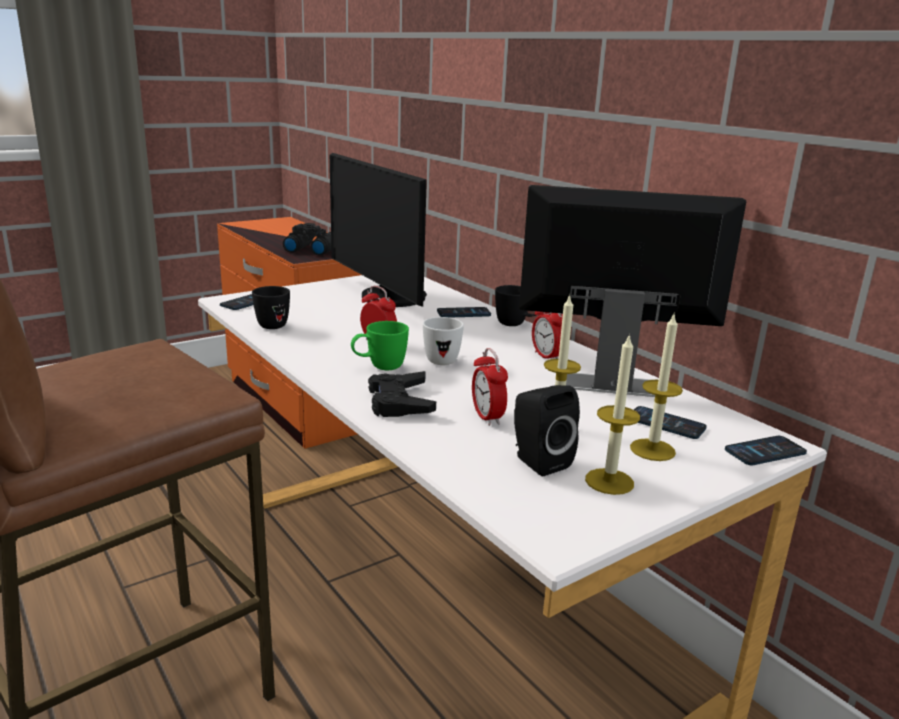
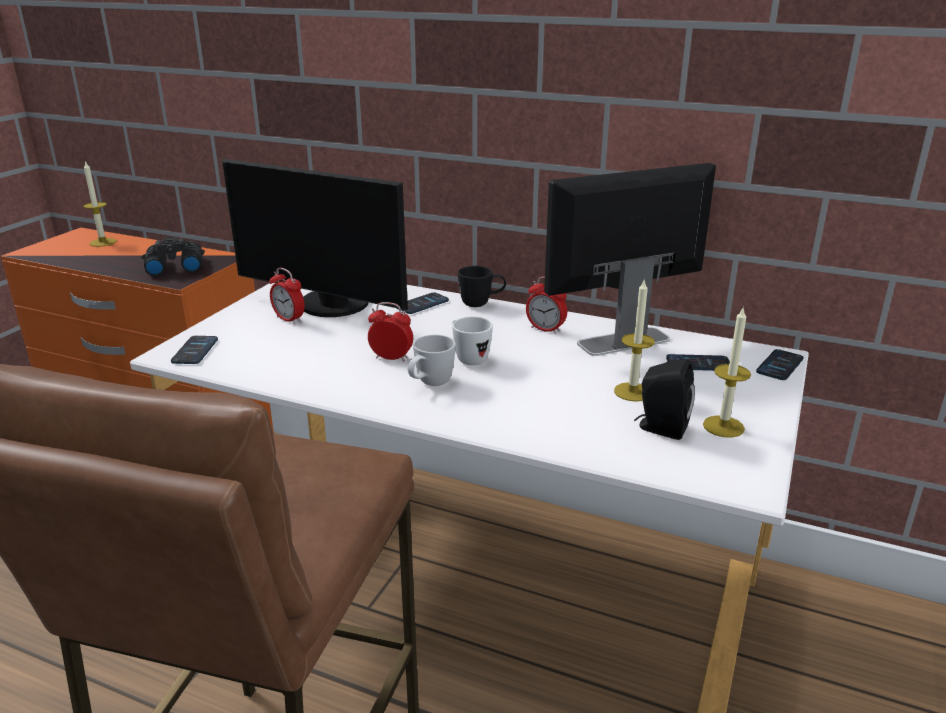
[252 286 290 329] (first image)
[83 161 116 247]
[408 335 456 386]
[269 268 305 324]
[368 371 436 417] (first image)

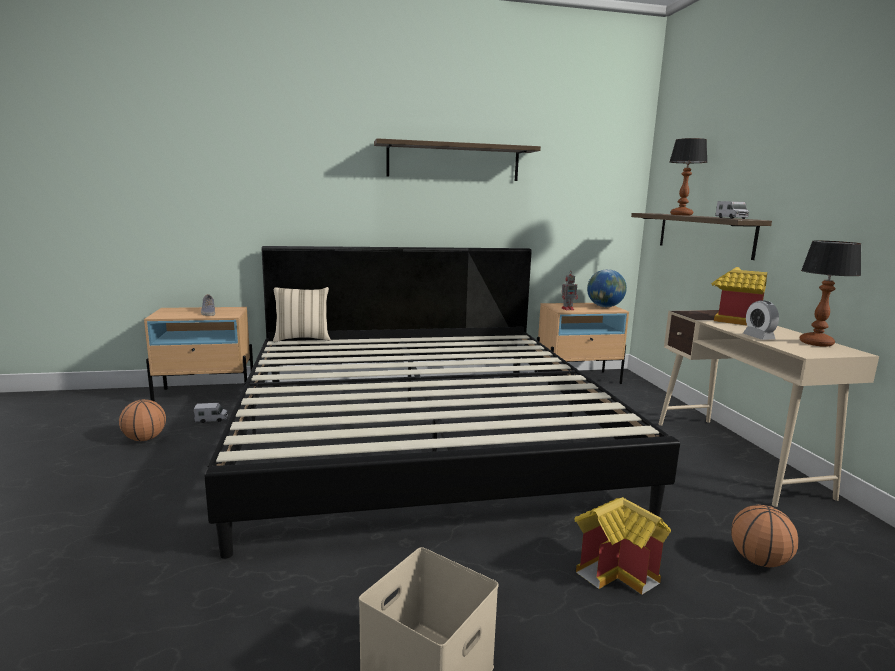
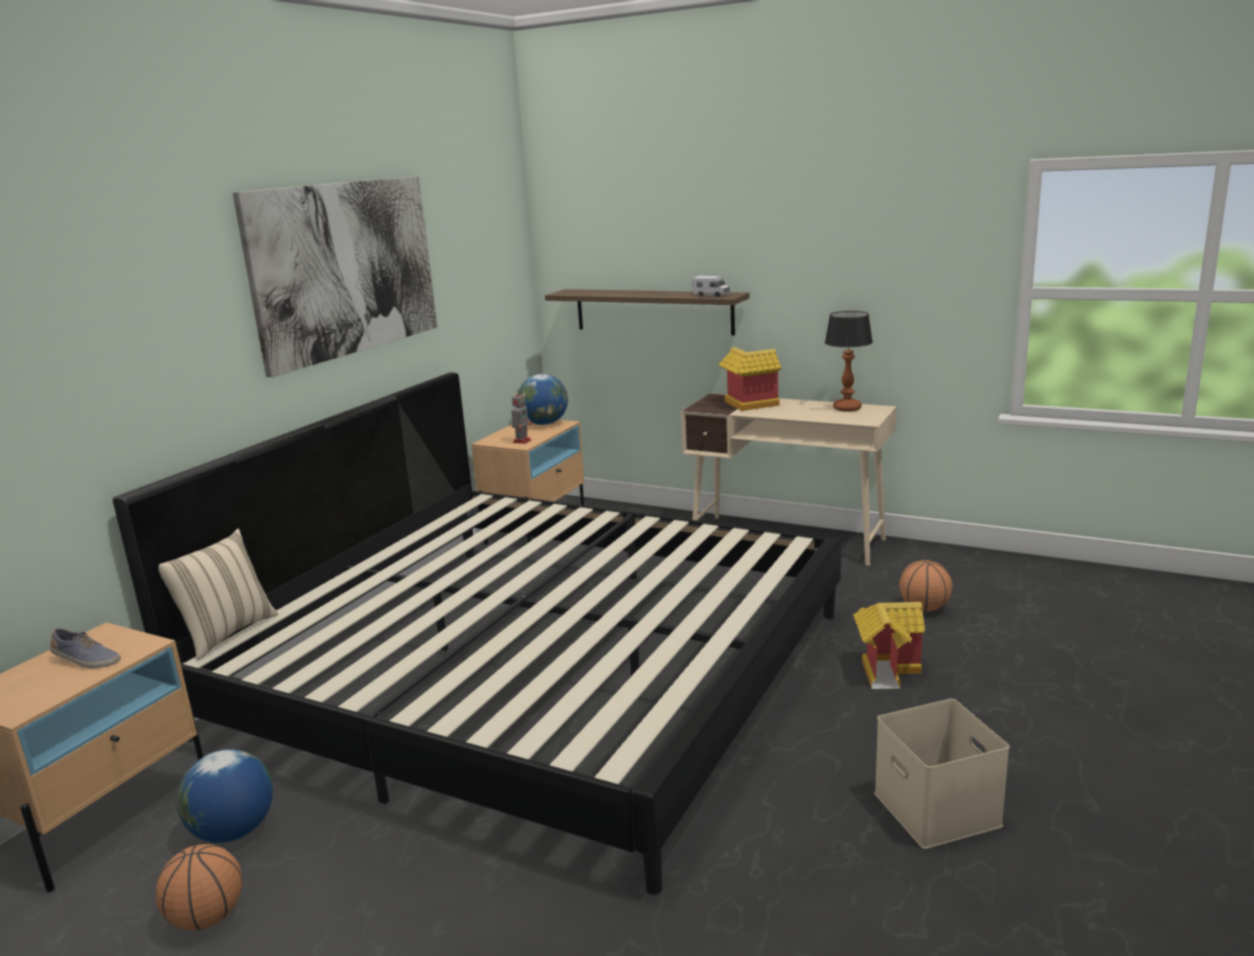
[233 176 437 377]
[670 138 707 216] (first image)
[743 300 779 340] (first image)
[177 749 273 843]

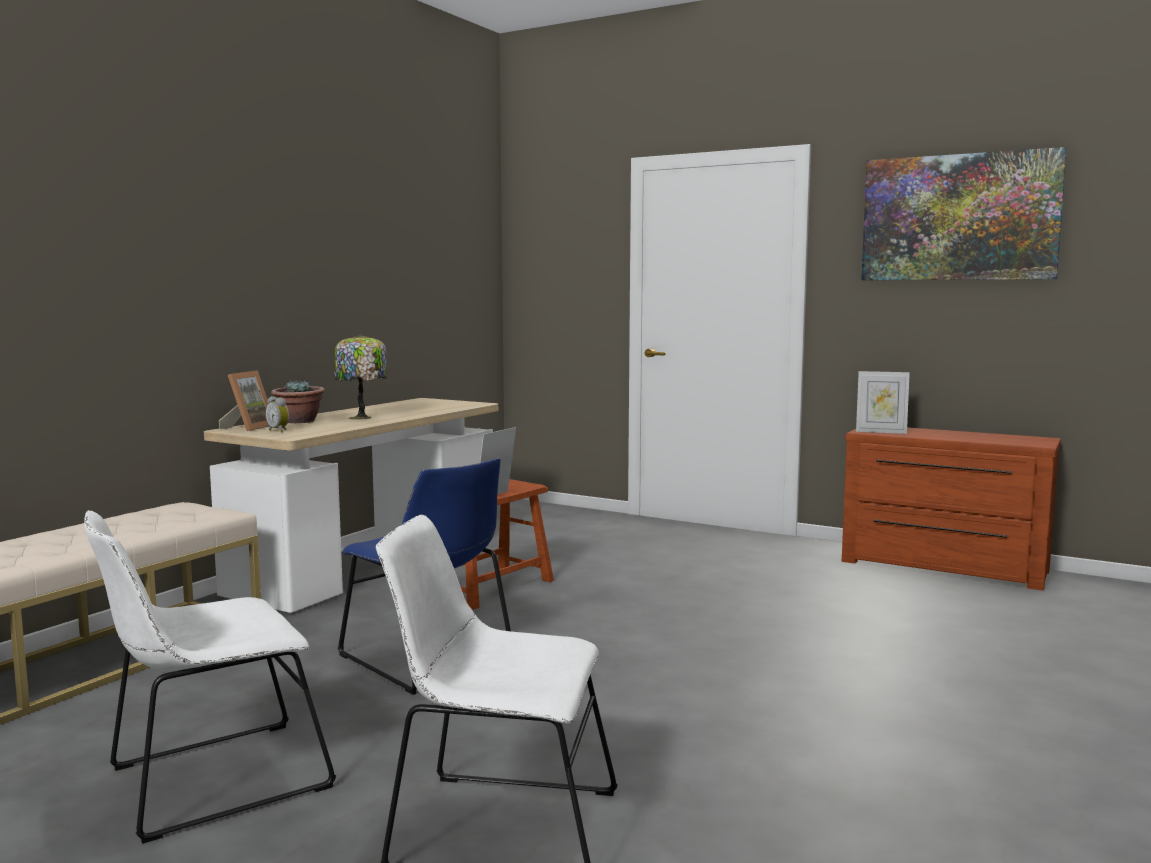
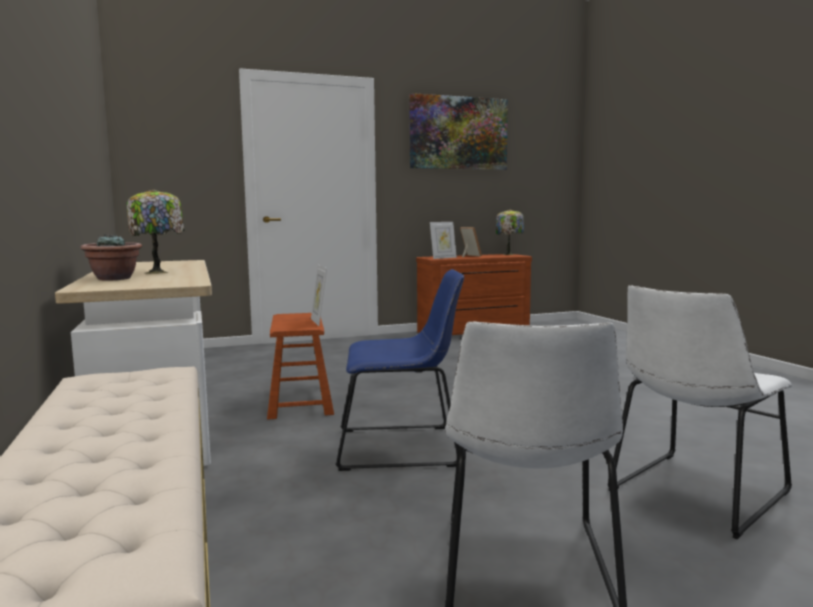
[460 227 482 257]
[265 396 289 432] (first image)
[496 210 524 255]

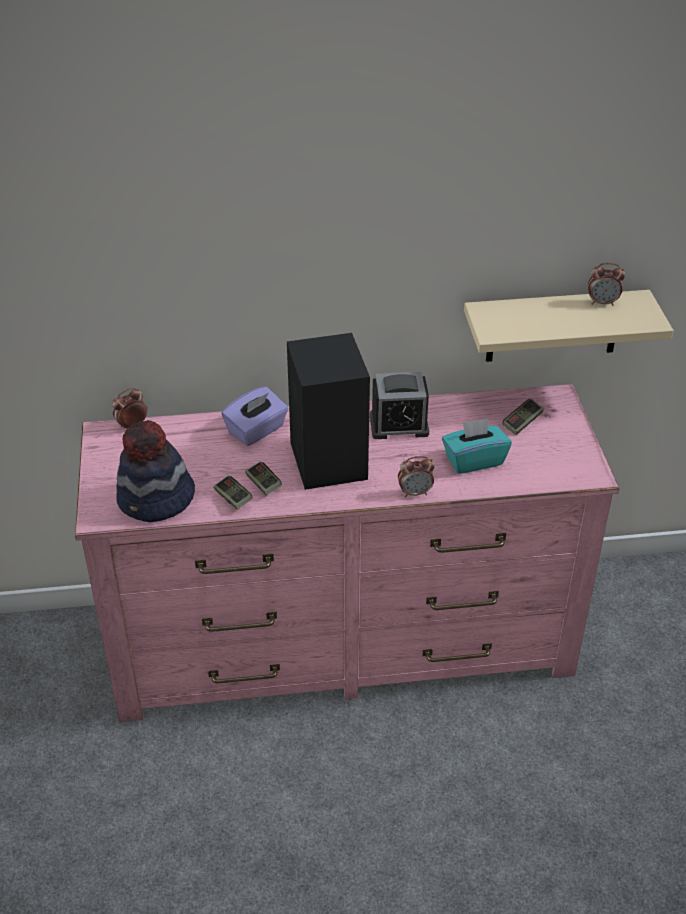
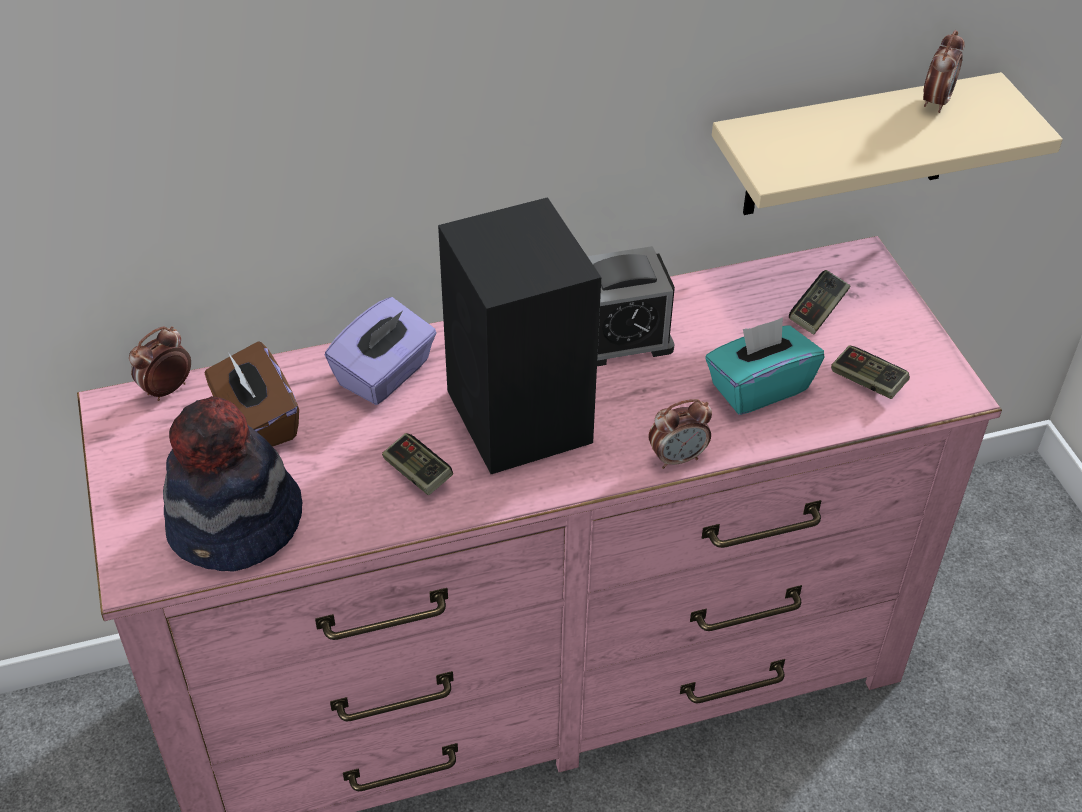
[923 30 965 113]
[831 345 910 399]
[205 341 299 447]

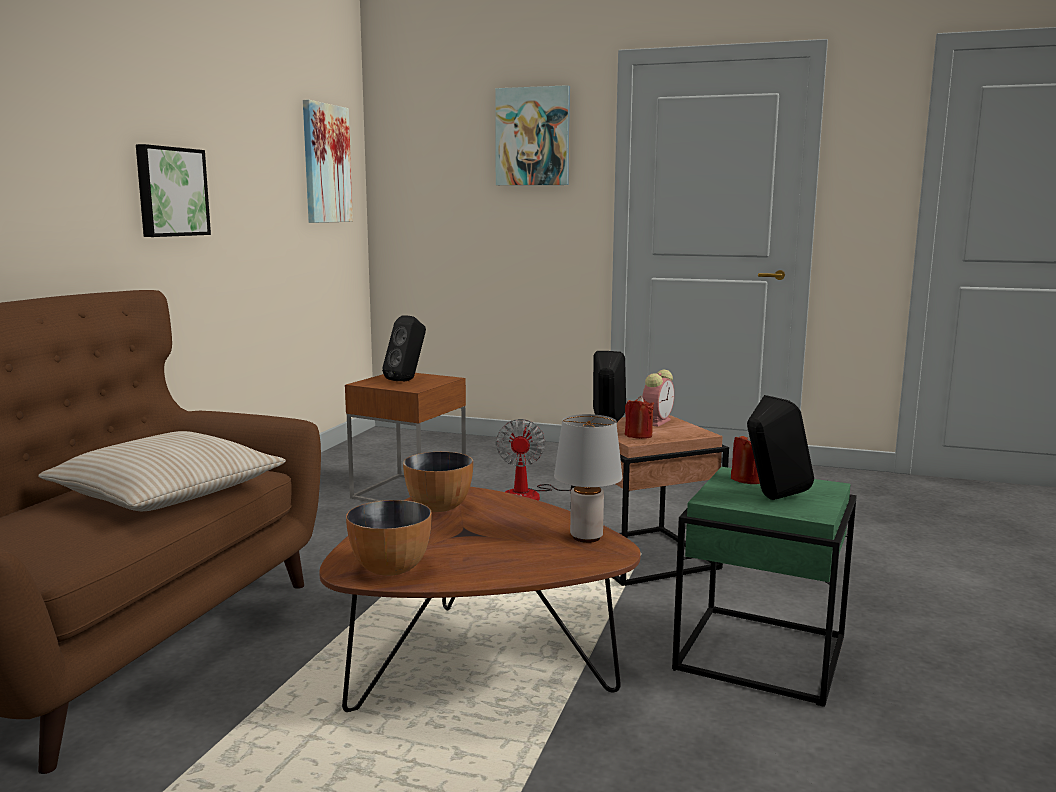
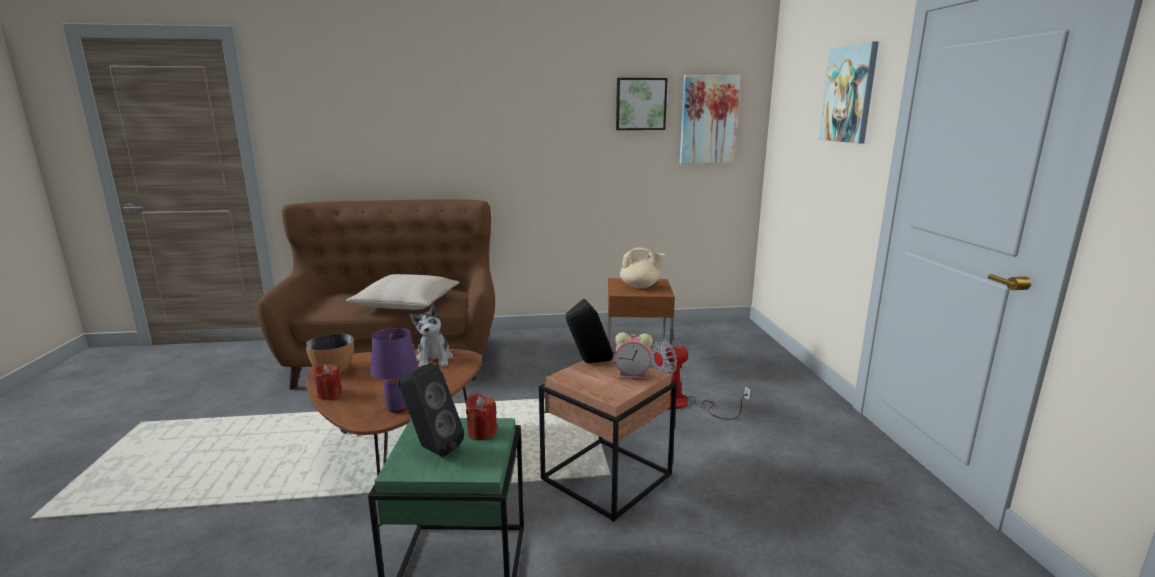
[616 78 668 130]
[620 247 665 288]
[314 364 342 400]
[370 327 418 413]
[410 305 453 367]

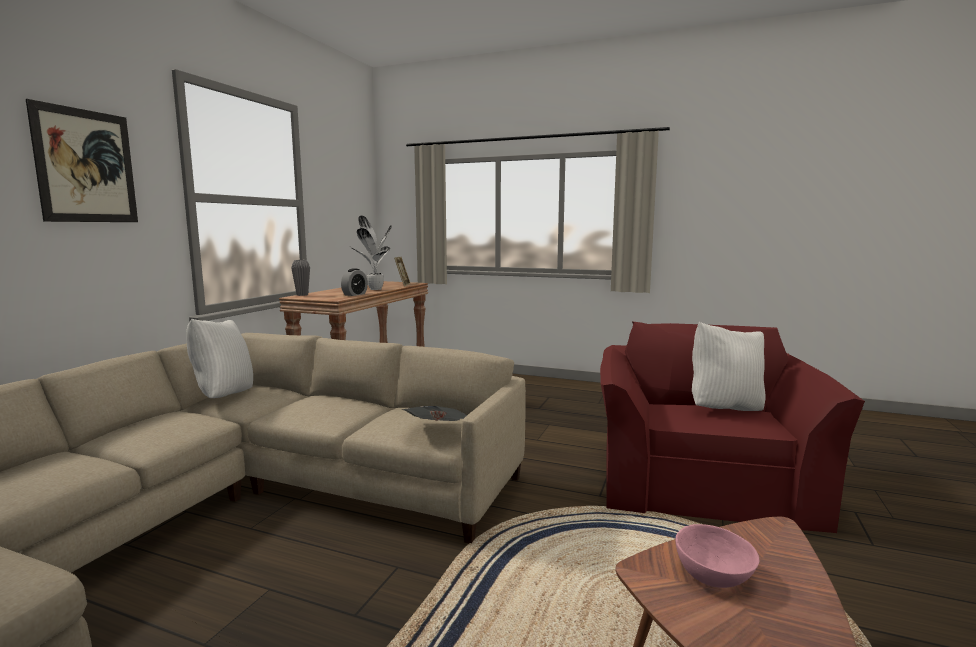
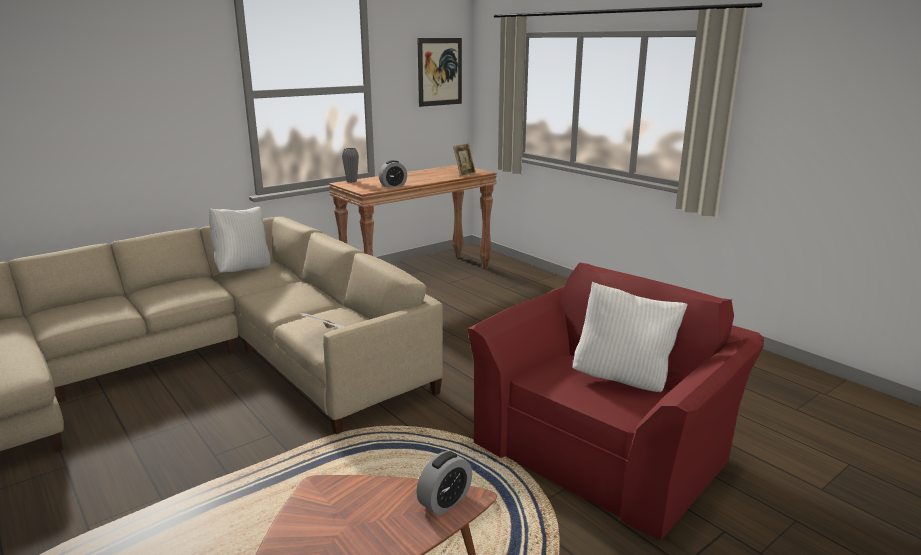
[417 38 462 107]
[349 215 392 290] (first image)
[676 524 759 588] (first image)
[416 451 472 516]

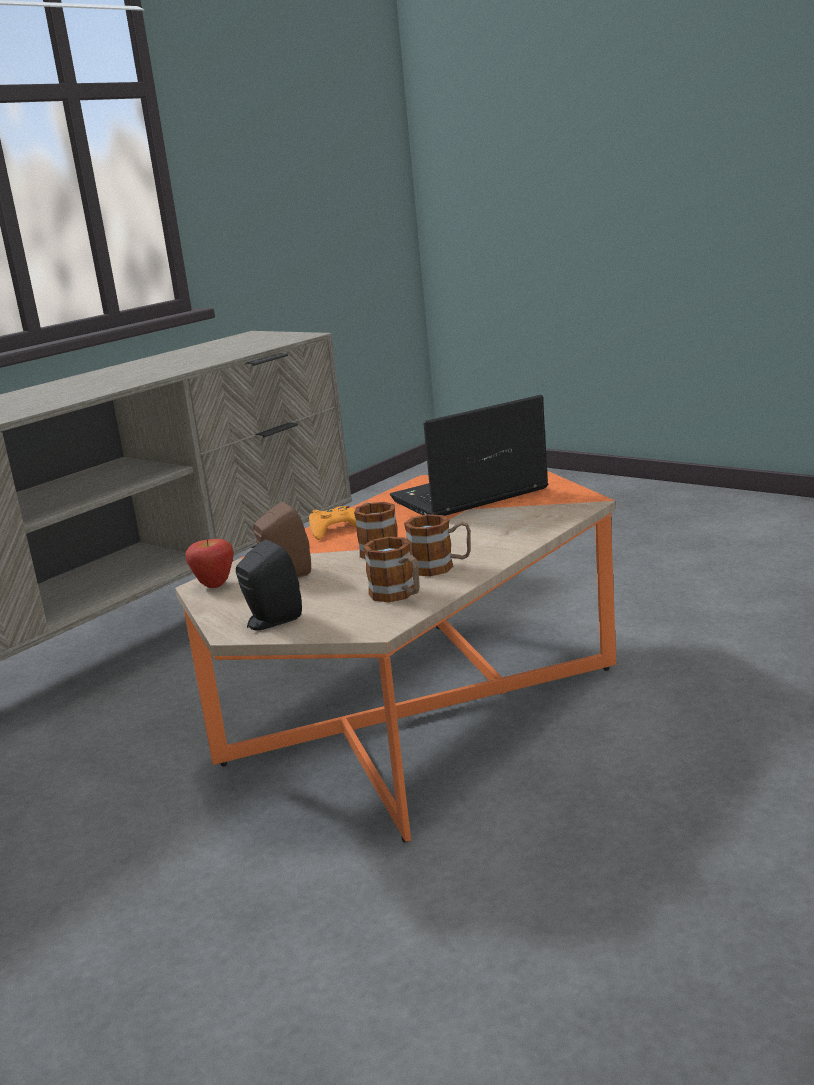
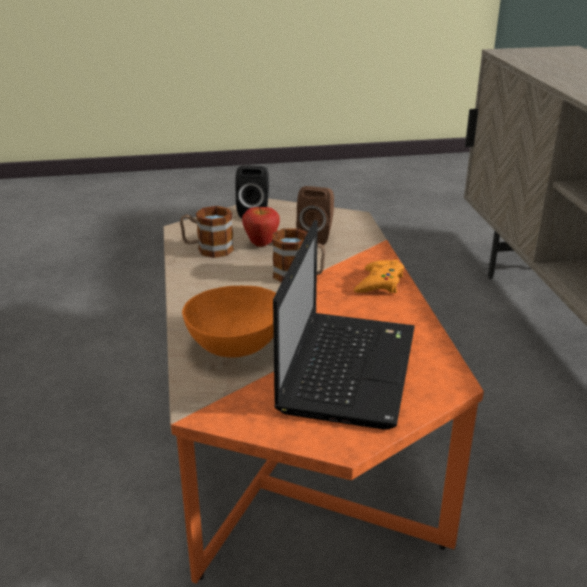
[404 514 471 577] (first image)
[242 207 280 247]
[182 286 276 358]

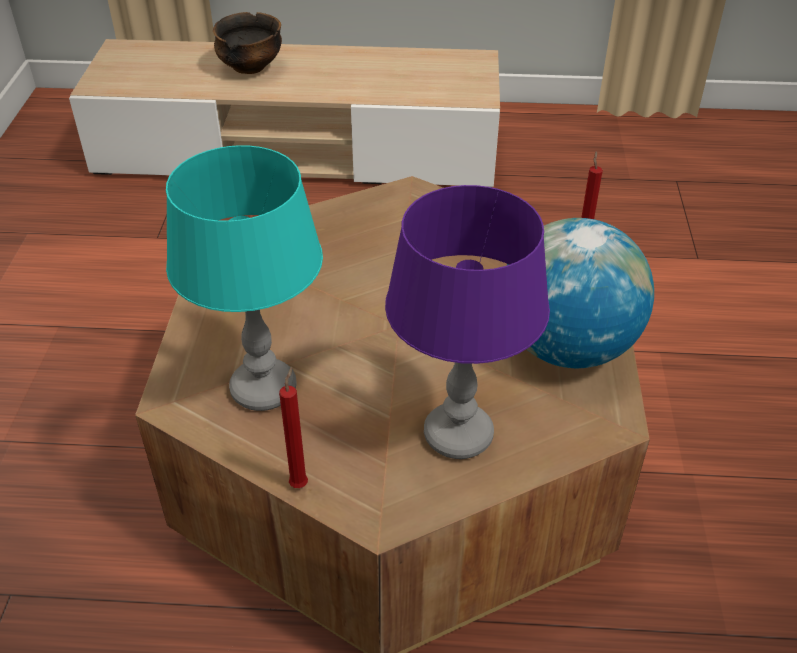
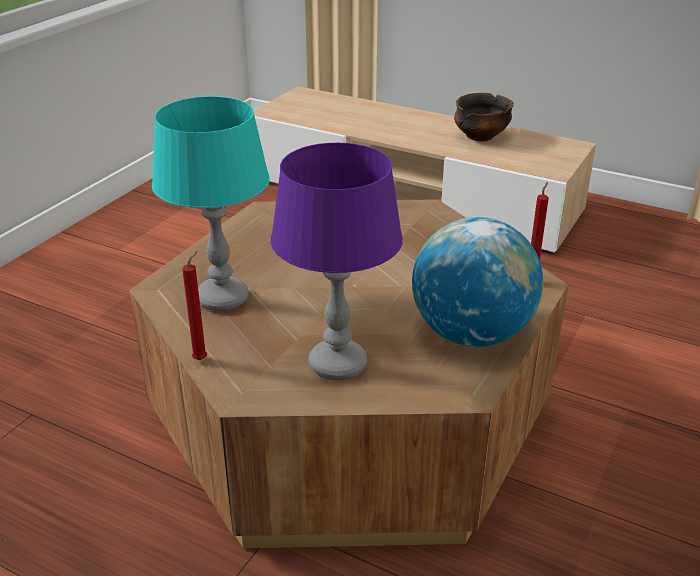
[454 93 514 141]

